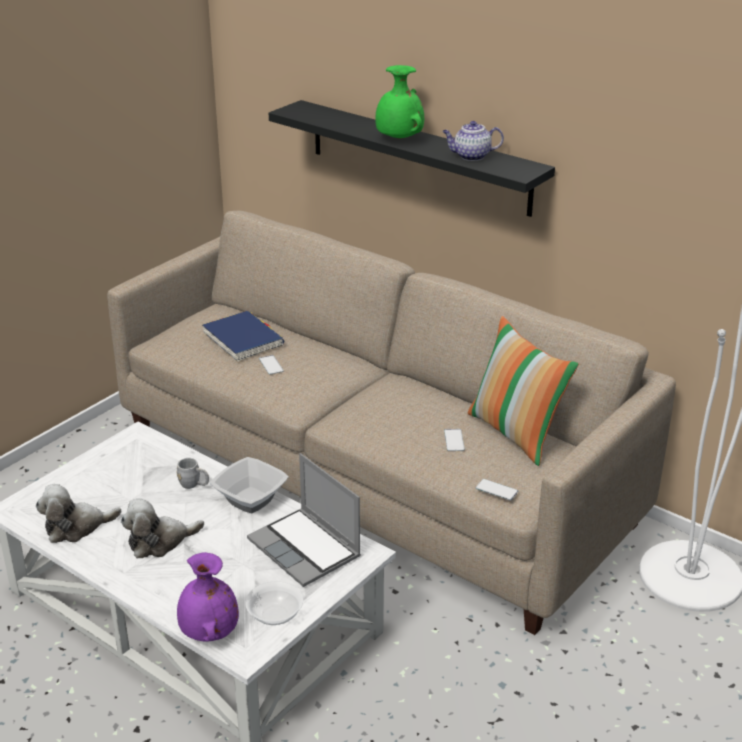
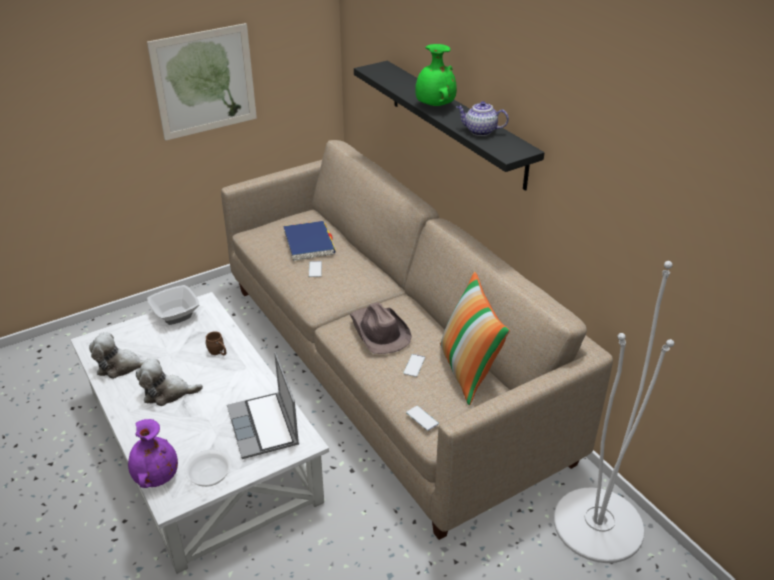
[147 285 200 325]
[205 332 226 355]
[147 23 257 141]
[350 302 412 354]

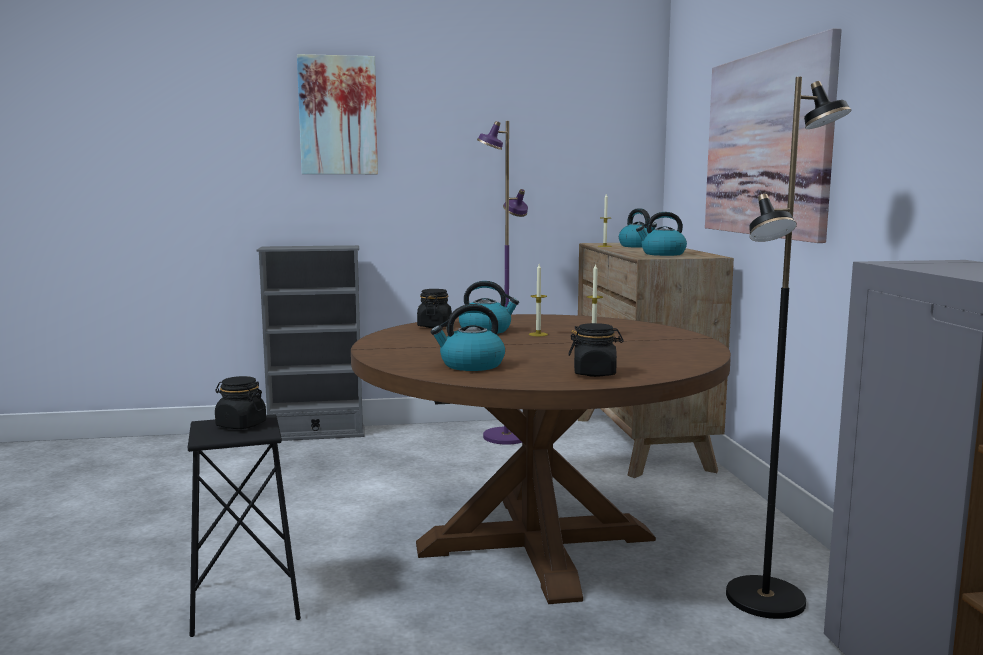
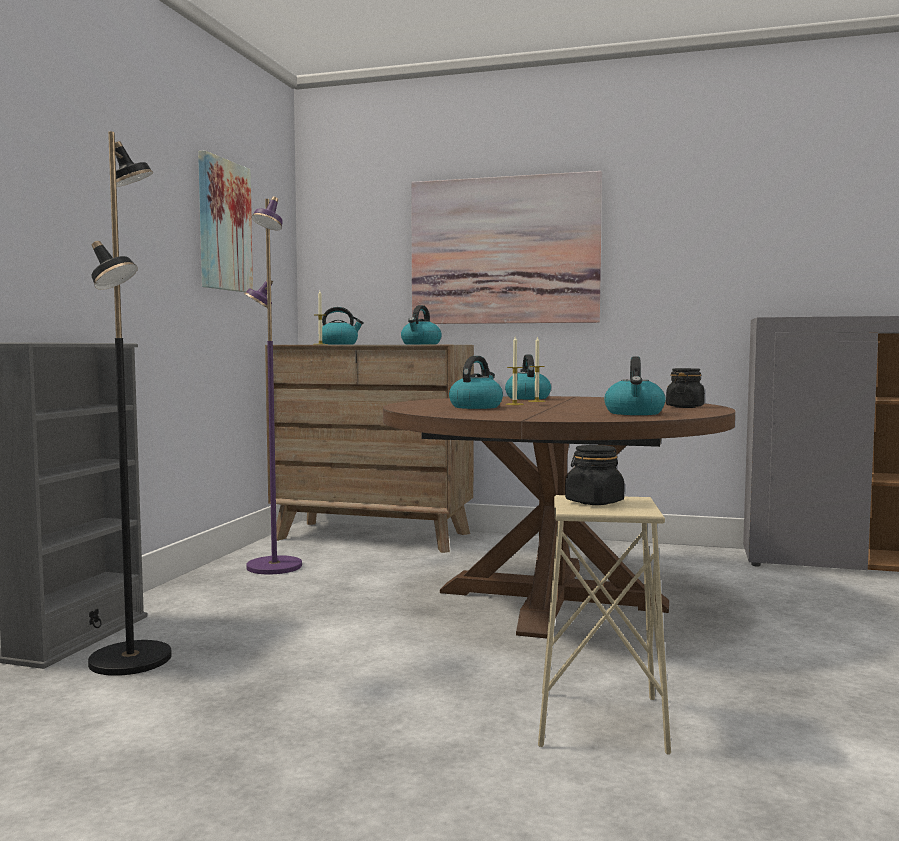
[198 150 253 292]
[88 131 172 676]
[417 289 452 328] (first image)
[538 495 671 754]
[505 354 551 399]

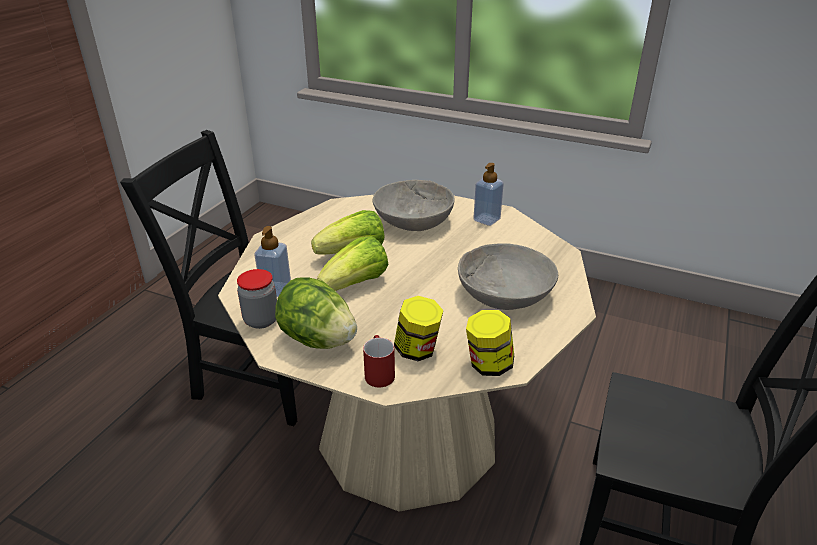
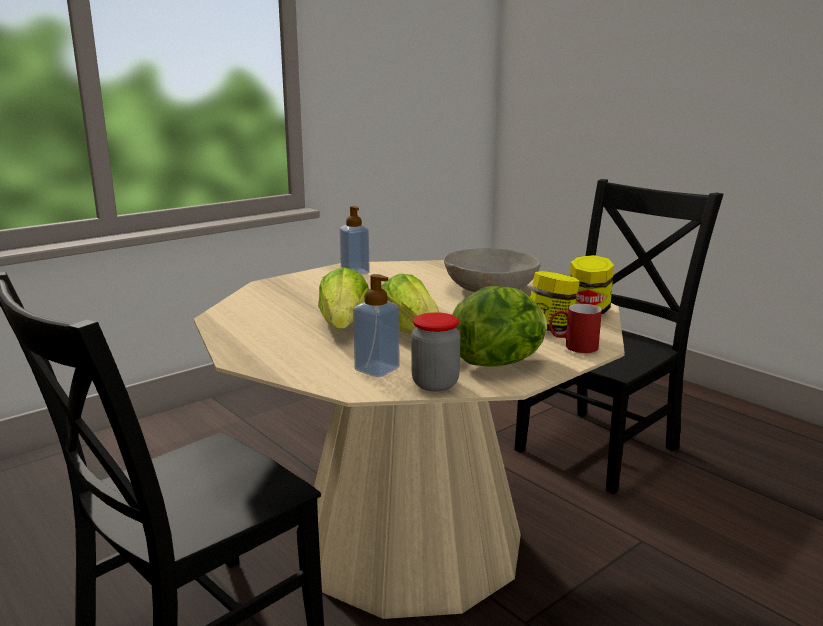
[372 180 455 231] (first image)

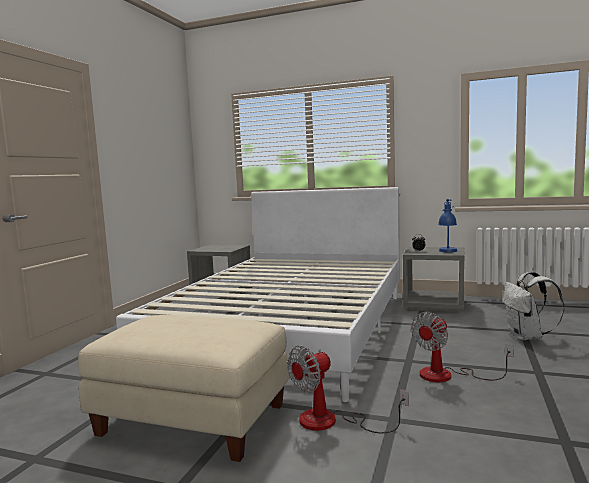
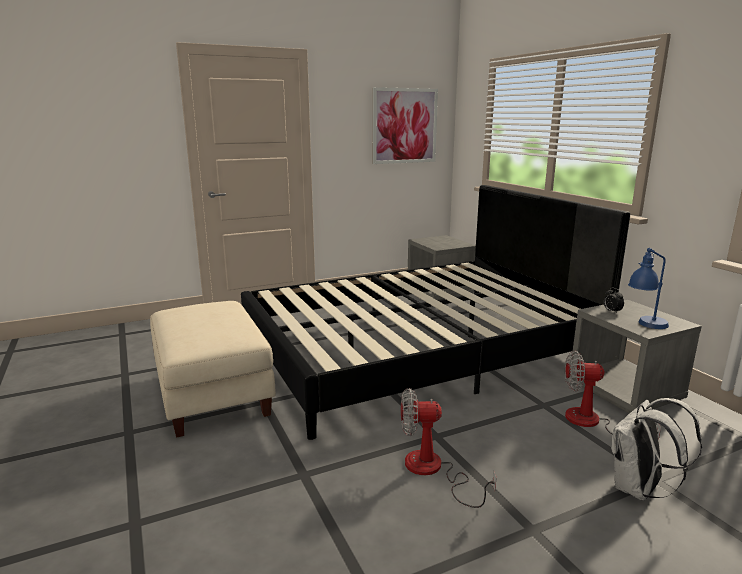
[241 185 630 440]
[565 351 661 440]
[373 87 438 164]

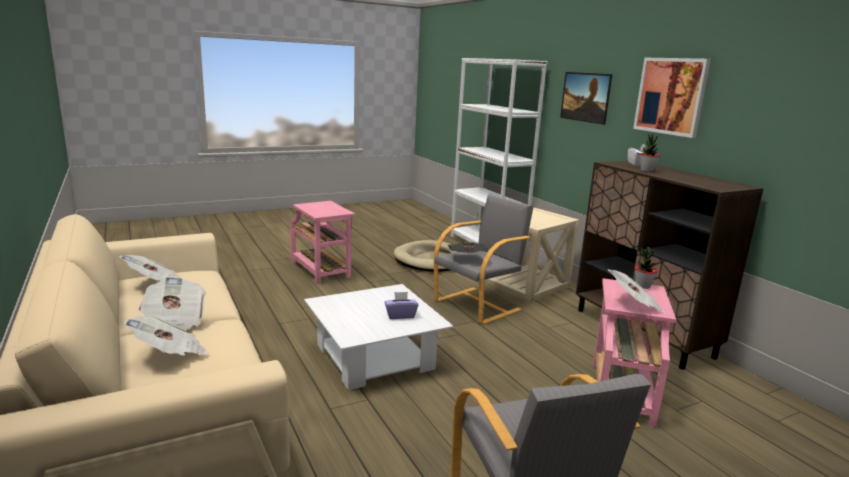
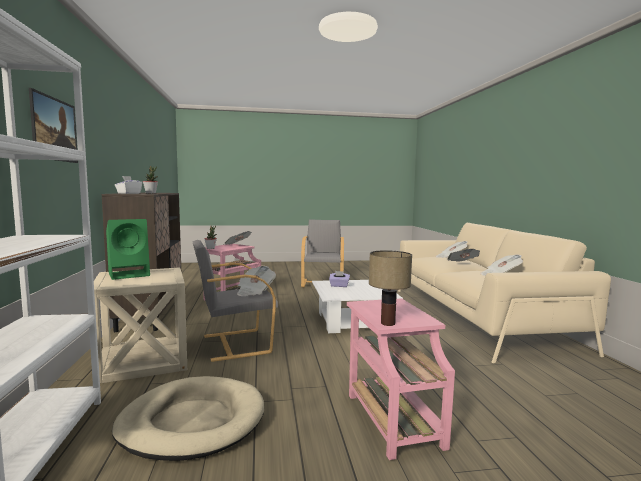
[633 58 711 138] (first image)
[106 219 150 280]
[369 250 412 326]

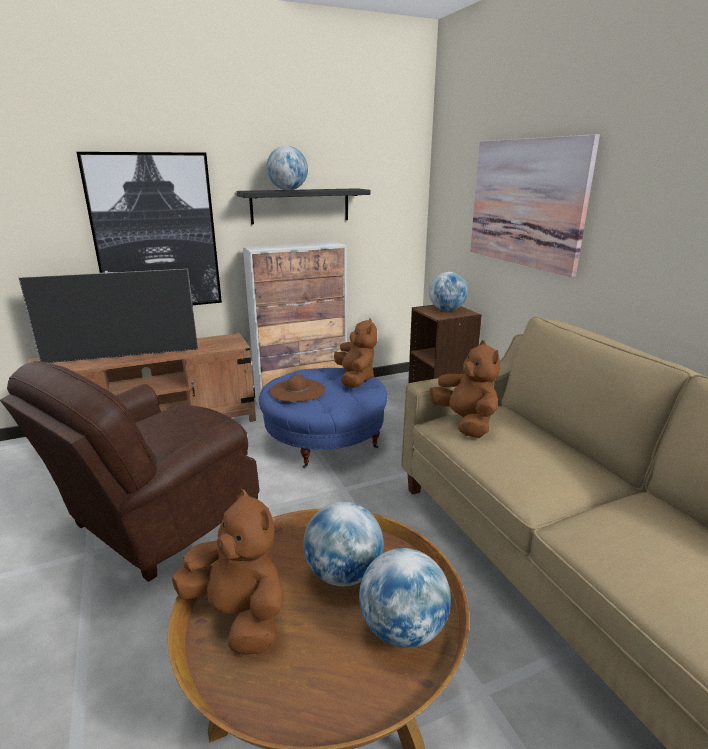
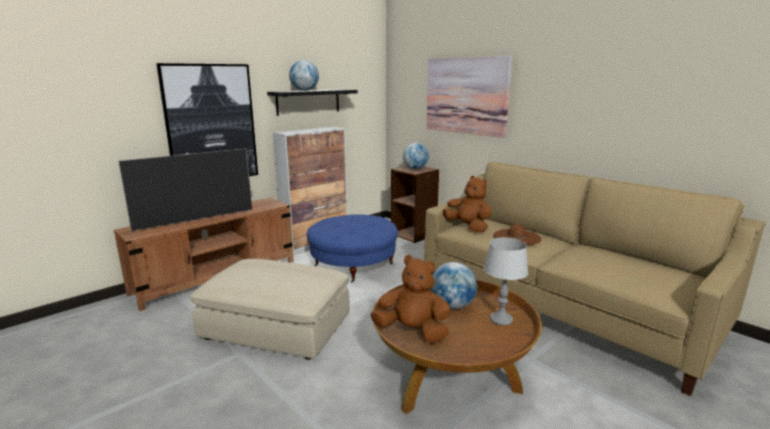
[334 318 377 388] (first image)
[190 259 350 360]
[493 224 542 245]
[484 238 528 326]

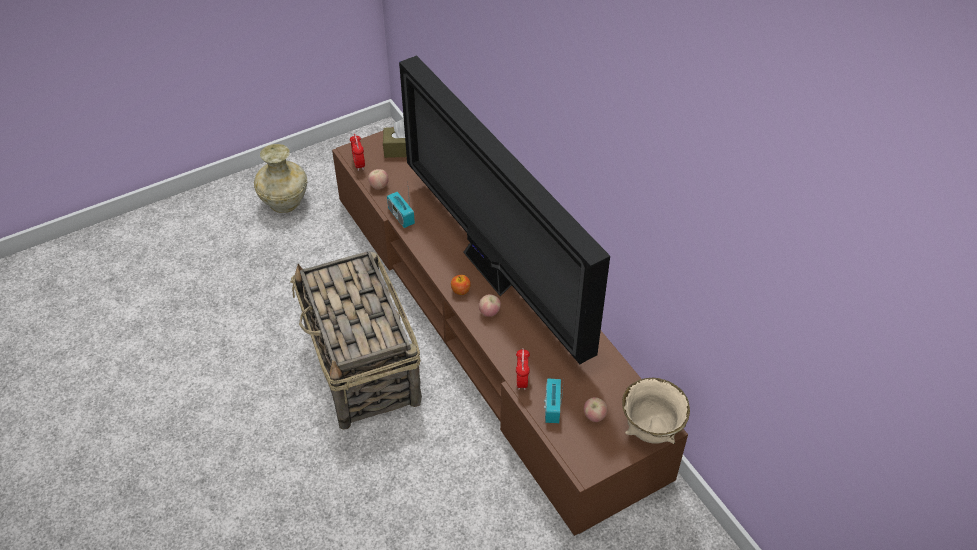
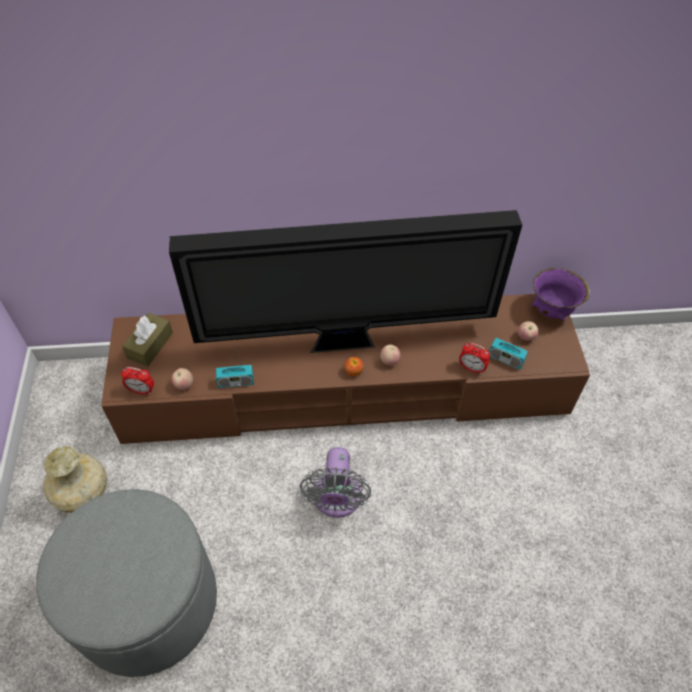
[299 447 371 518]
[531 268 590 321]
[36 489 217 677]

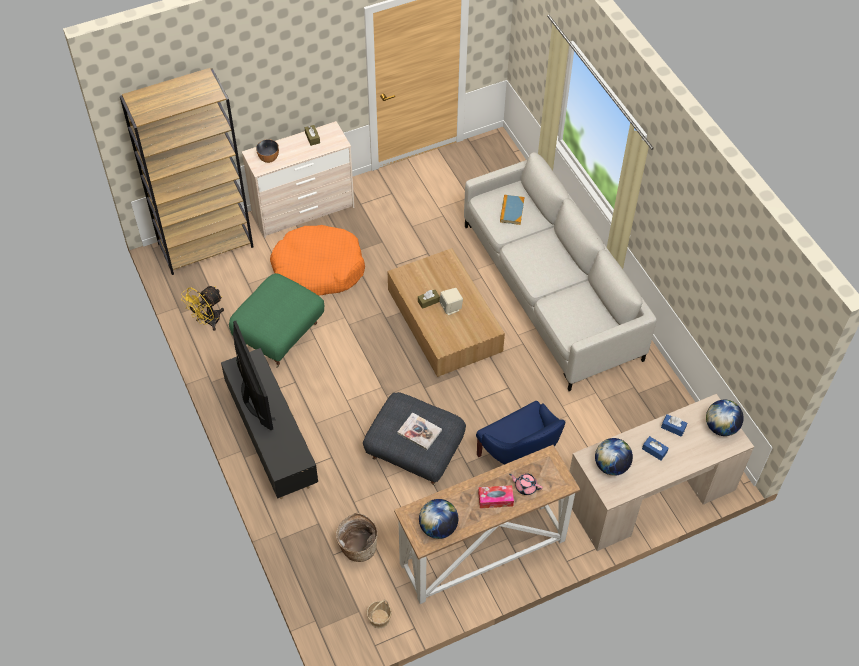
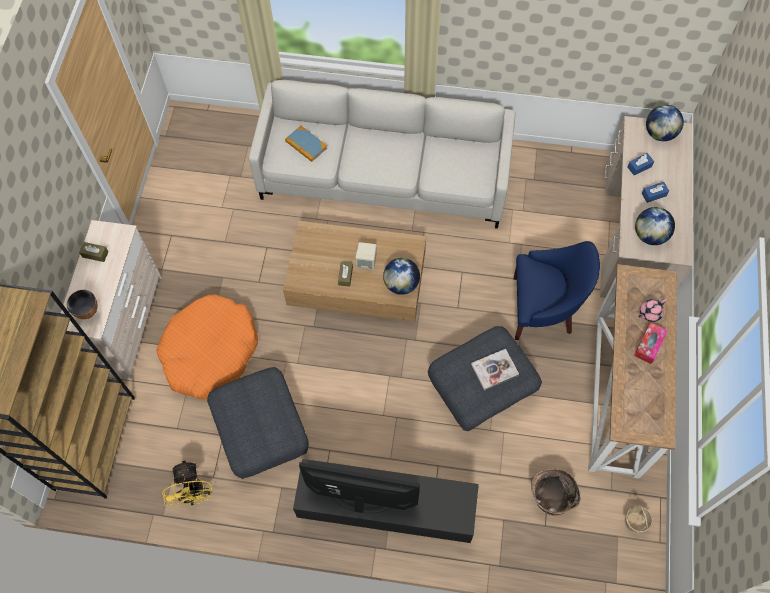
[207 367 309 479]
[383 258 420 295]

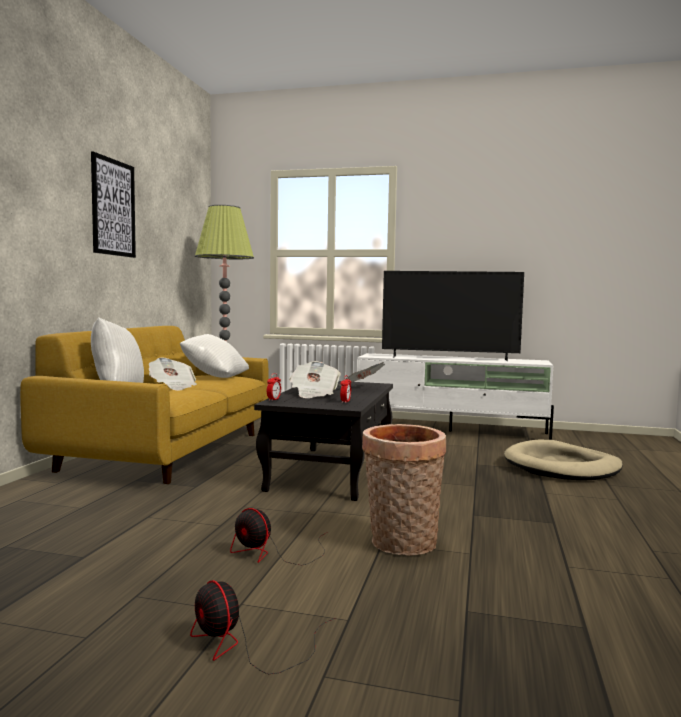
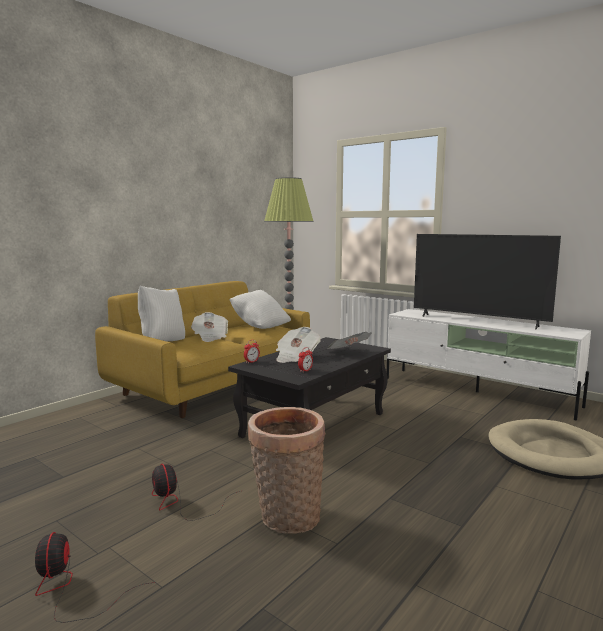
[91 152 136 258] (first image)

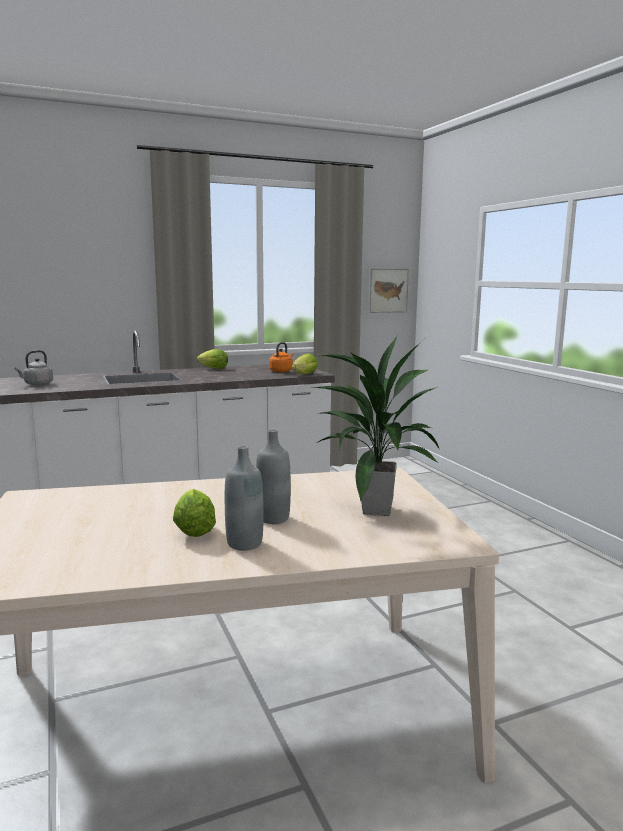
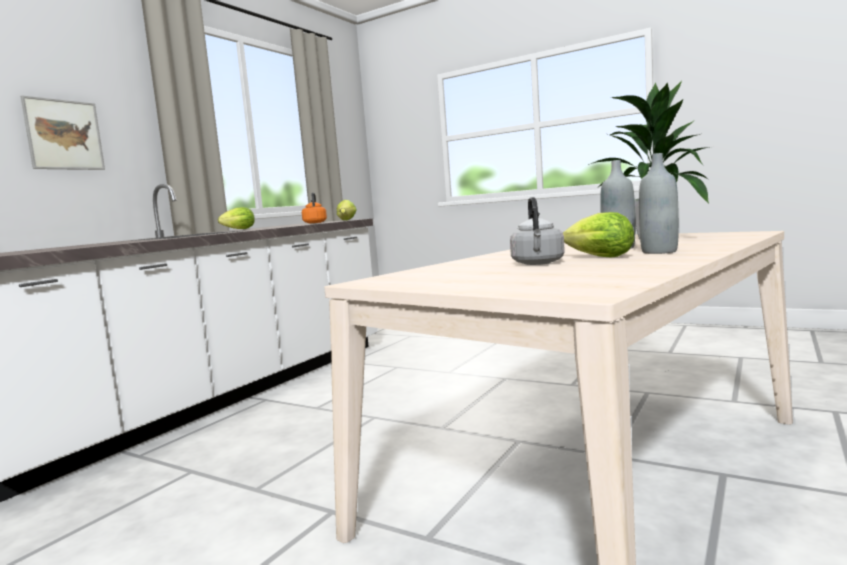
[20 95 105 170]
[510 197 565 265]

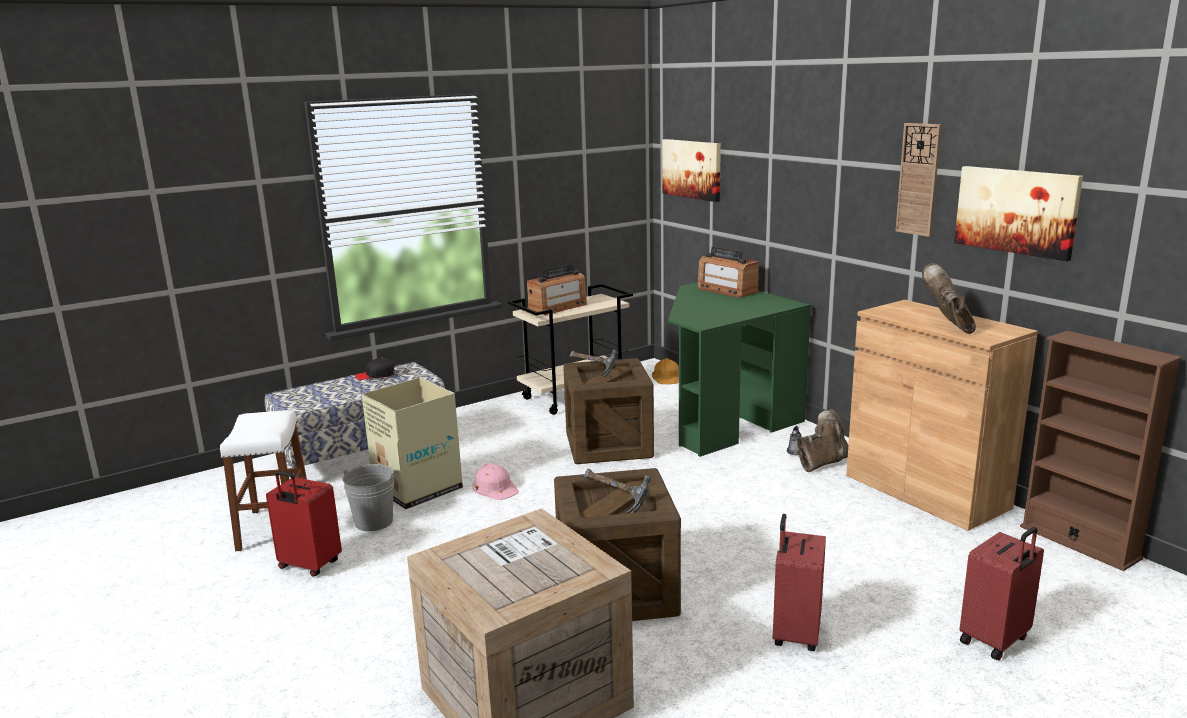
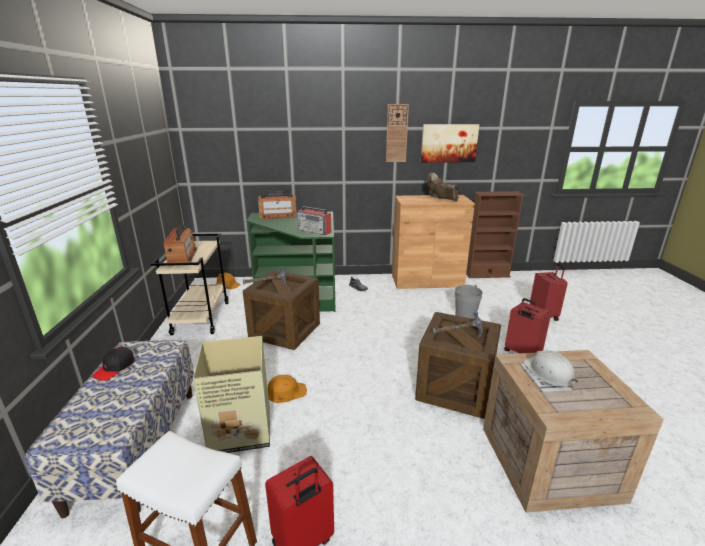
[662 139 721 202] (first image)
[797 409 848 472] (first image)
[268 375 307 403]
[455 285 483 319]
[298 206 331 235]
[523 350 578 388]

